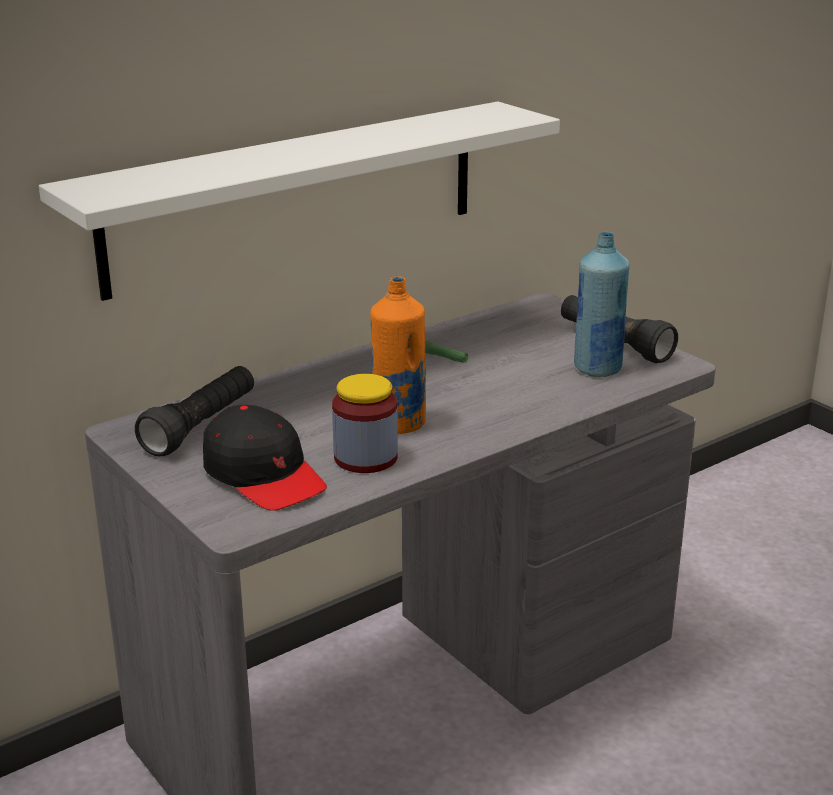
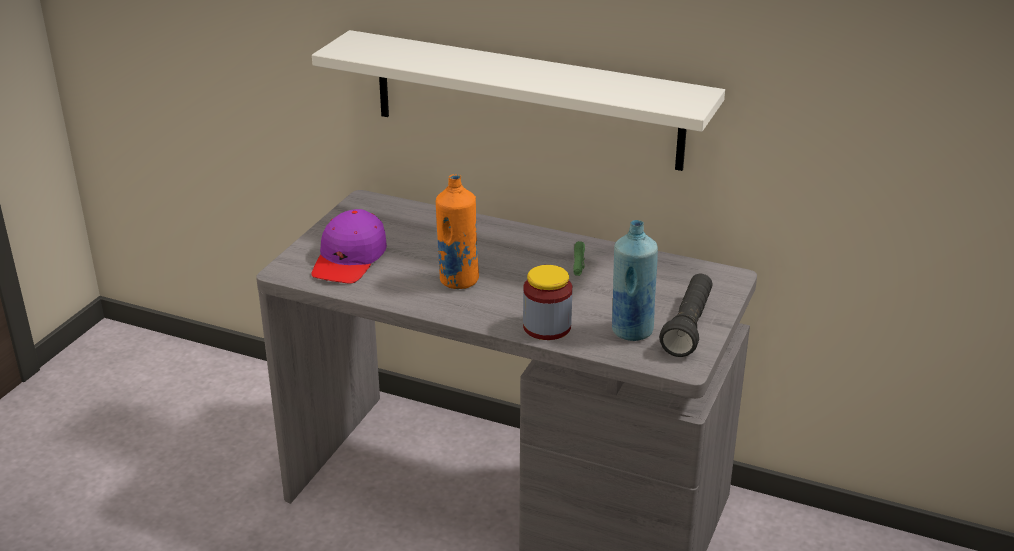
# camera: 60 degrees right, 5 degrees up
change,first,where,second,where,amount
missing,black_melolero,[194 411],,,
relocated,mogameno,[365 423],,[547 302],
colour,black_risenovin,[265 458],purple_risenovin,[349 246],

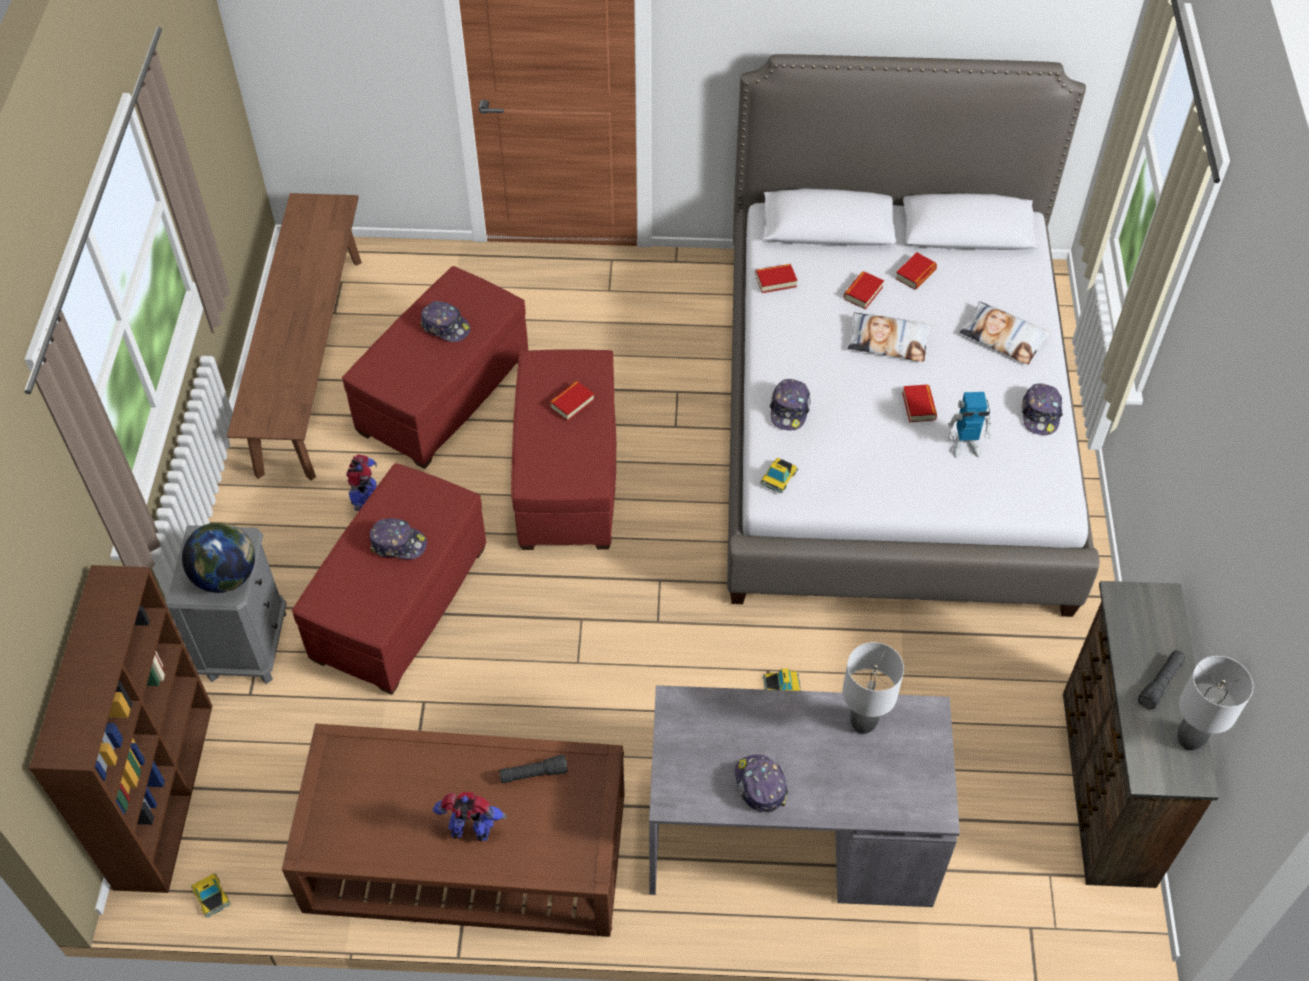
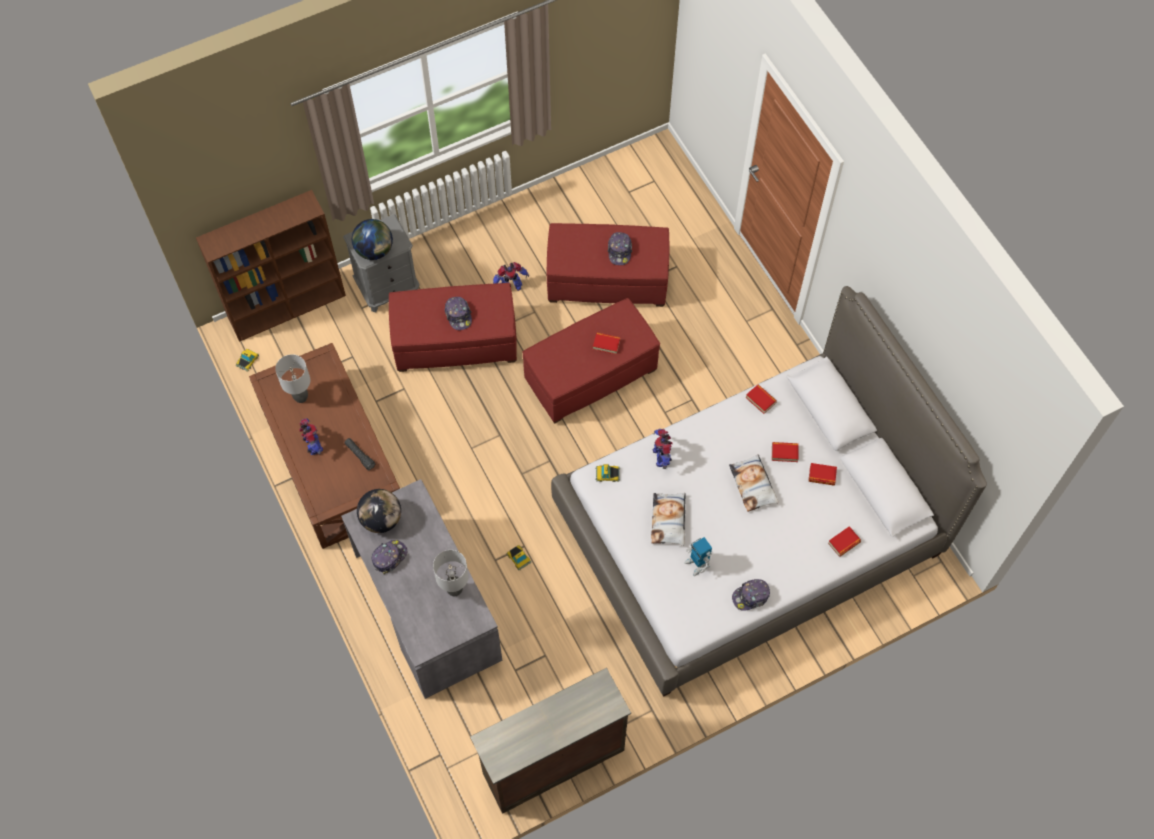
# camera: 60 degrees right, 10 degrees up
change,first,where,second,where,amount
missing,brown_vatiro,[294 337],,,
relocated,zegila,[1005 333],,[668 519],
exchanged,risenovin,[790 404],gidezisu,[662 449],
relocated,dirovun,[919 403],,[844 541],
missing,black_melolero,[1162 679],,,
relocated,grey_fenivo,[1215 703],,[292 378],
appeared,,,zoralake,[379 511],

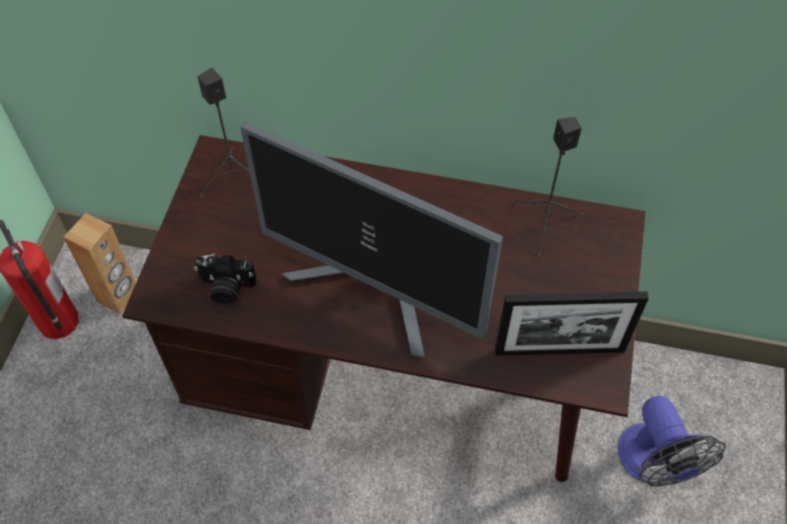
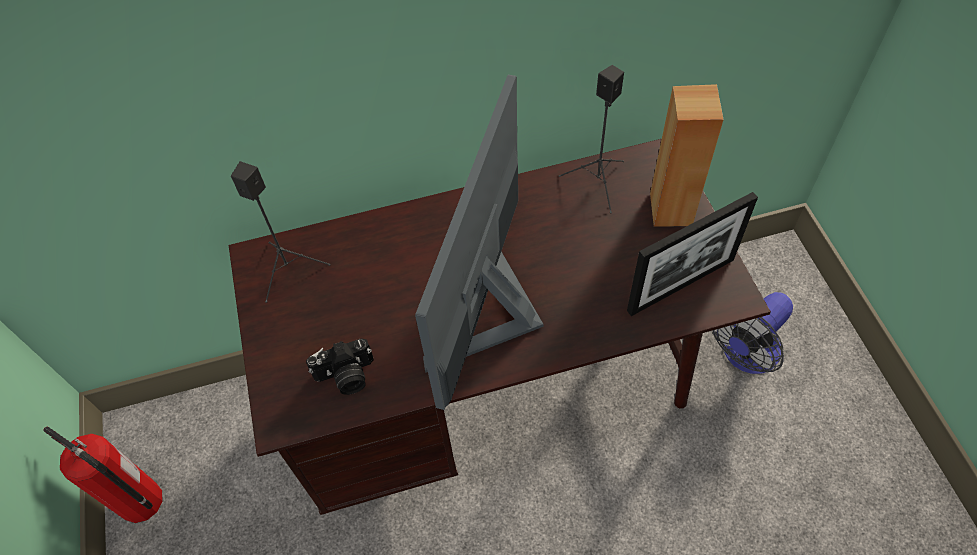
# camera: 25 degrees left, 0 degrees up
change,first,where,second,where,amount
spun,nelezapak,[371 240],,[479 242],105 degrees clockwise
relocated,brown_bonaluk,[99 263],,[687 155],
spun,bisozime,[672 441],,[752 333],90 degrees clockwise

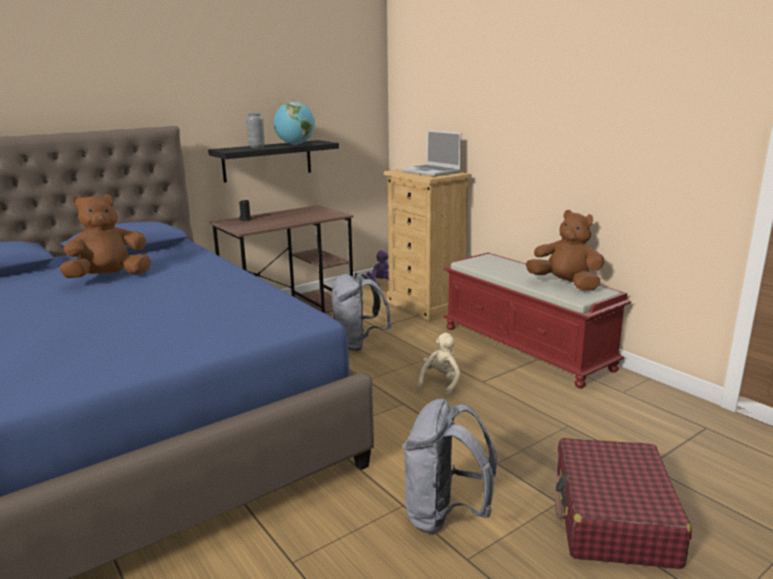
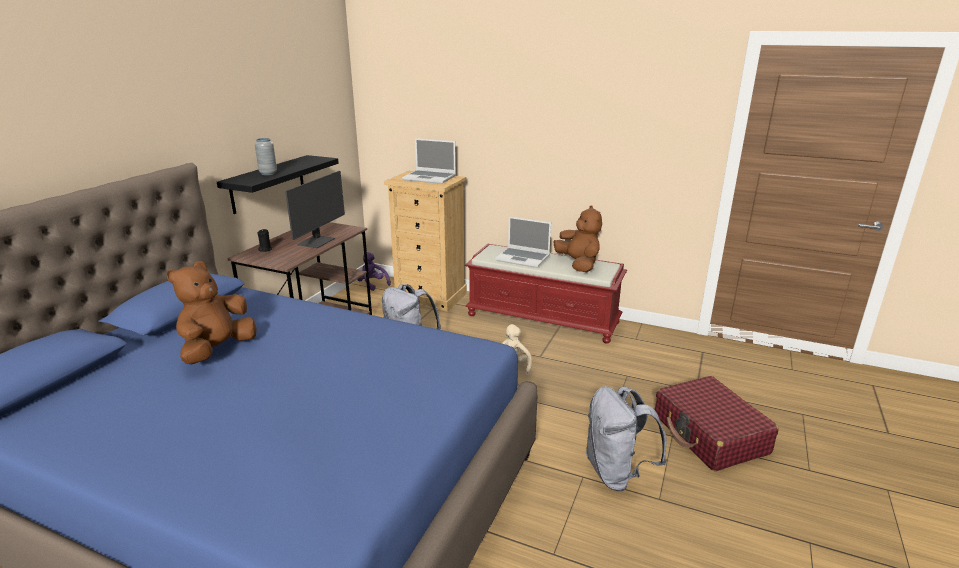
# camera: 30 degrees left, 5 degrees up
change,first,where,second,where,amount
missing,zoralake,[294 123],,,
spun,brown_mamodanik,[565 250],,[577 239],60 degrees clockwise
appeared,,,nelezapak,[315 209],
appeared,,,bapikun,[523 242],

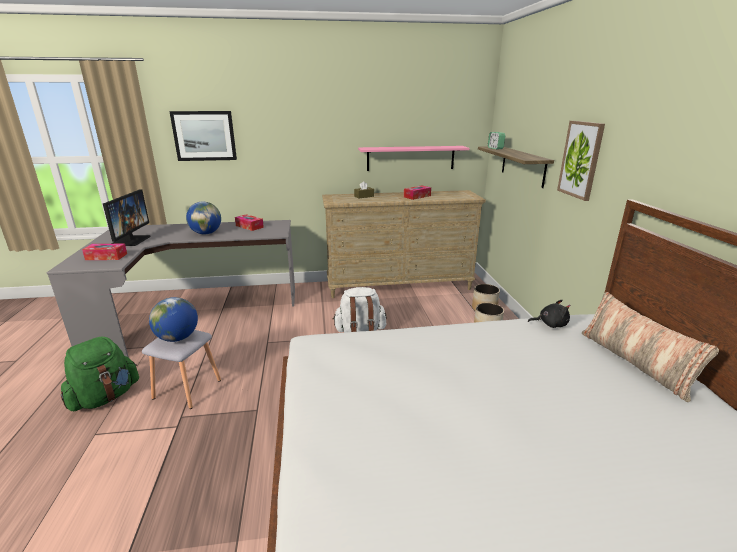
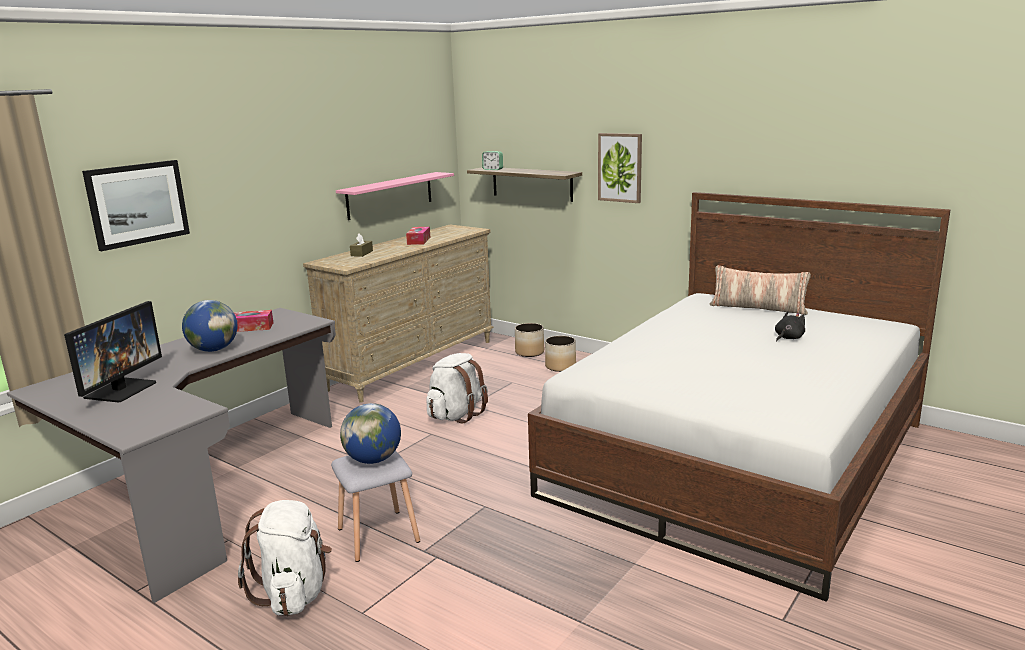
# camera: 45 degrees left, 5 degrees down
change,first,where,second,where,amount
spun,nelezapak,[127 217],,[113 352],60 degrees clockwise
missing,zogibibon,[104 252],,,
relocated,black_mamodanik,[549 314],,[790 326],
colour,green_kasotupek,[100 374],white_kasotupek,[285 558],

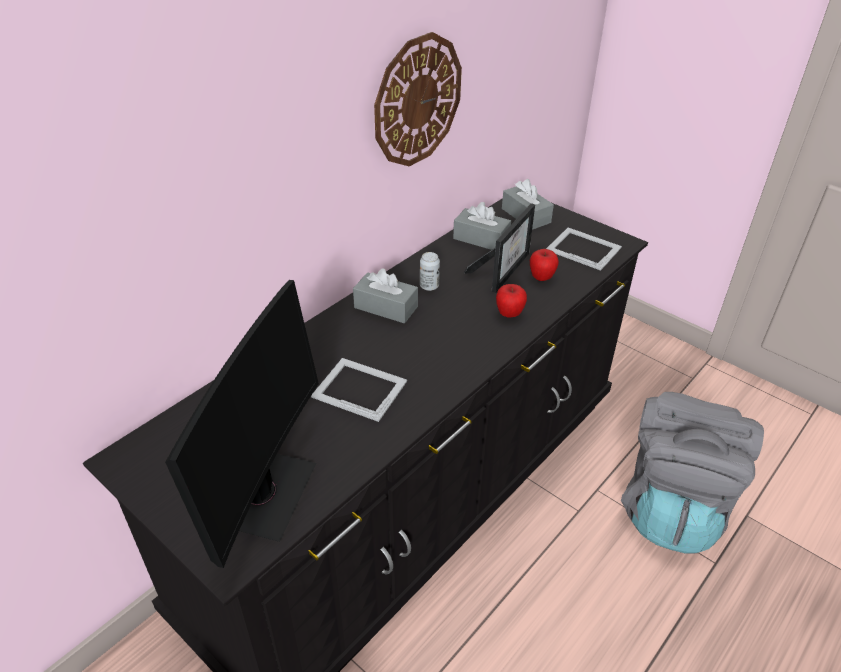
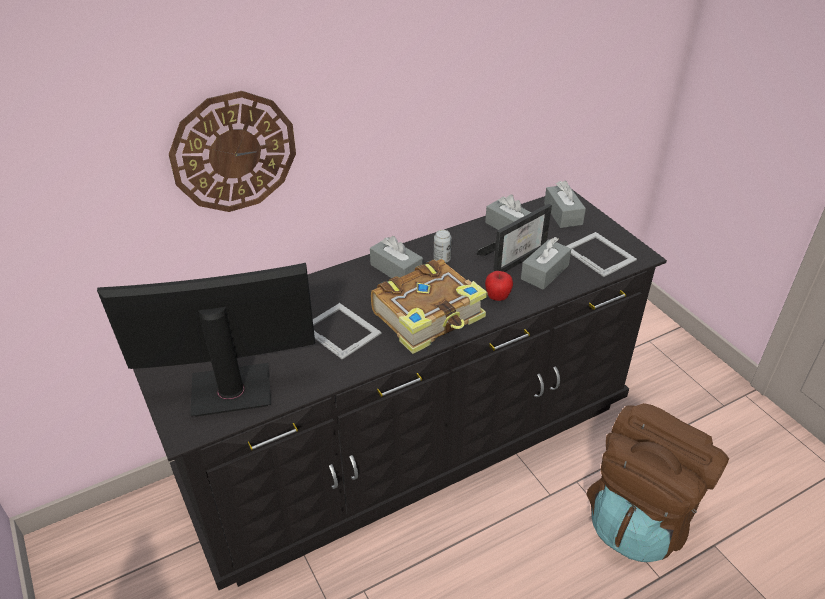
# camera: 20 degrees right, 0 degrees up
change,first,where,second,where,amount
relocated,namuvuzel,[418 99],,[232 151],
exchanged,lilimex,[544 265],grey_zogibibon,[546 263],
spun,nelezapak,[242 424],,[206 340],135 degrees counterclockwise
colour,grey_kasotupek,[692 473],brown_kasotupek,[658 482],
appeared,,,dirovun,[429 306],

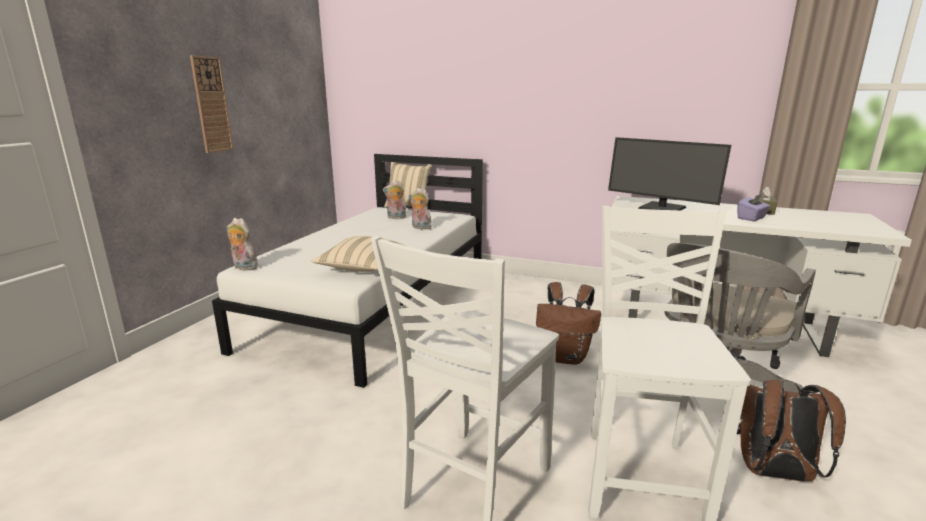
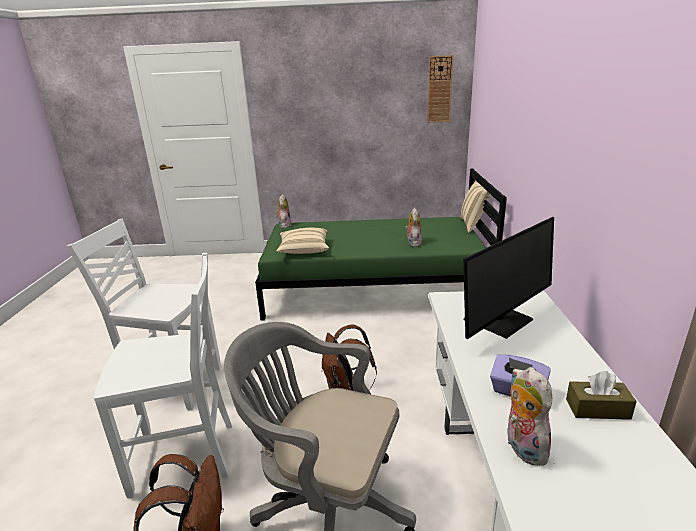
# camera: 70 degrees right, 5 degrees up
change,first,where,second,where,amount
relocated,namuvuzel,[211 104],,[440 89],
spun,nelezapak,[669 173],,[508 278],150 degrees counterclockwise
colour,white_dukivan,[347 271],green_dukivan,[381 244],
relocated,mamodanik,[395 200],,[529 416],

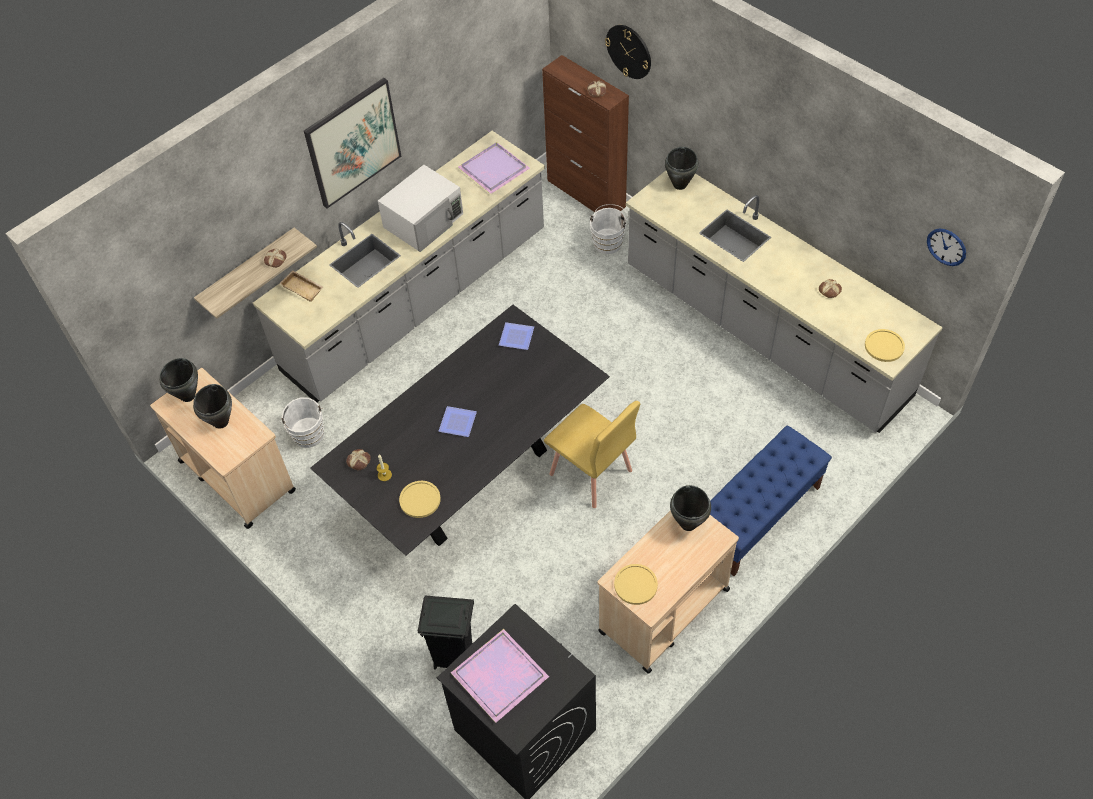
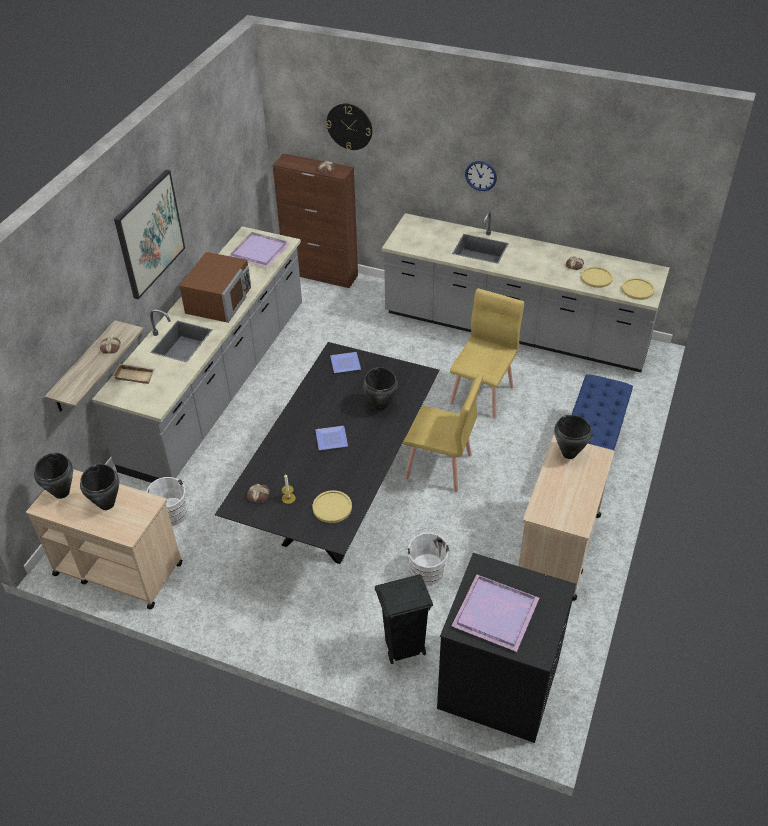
# camera: 25 degrees left, 10 degrees down
change,first,where,second,where,amount
relocated,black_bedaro,[682 168],,[380 389],
colour,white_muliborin,[420 208],brown_muliborin,[215 287],
relocated,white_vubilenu,[609 229],,[428 556],
relocated,namuvuzel,[946 247],,[481 176],
relocated,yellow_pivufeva,[636 584],,[597 277],
appeared,,,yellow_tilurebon,[487 353],

